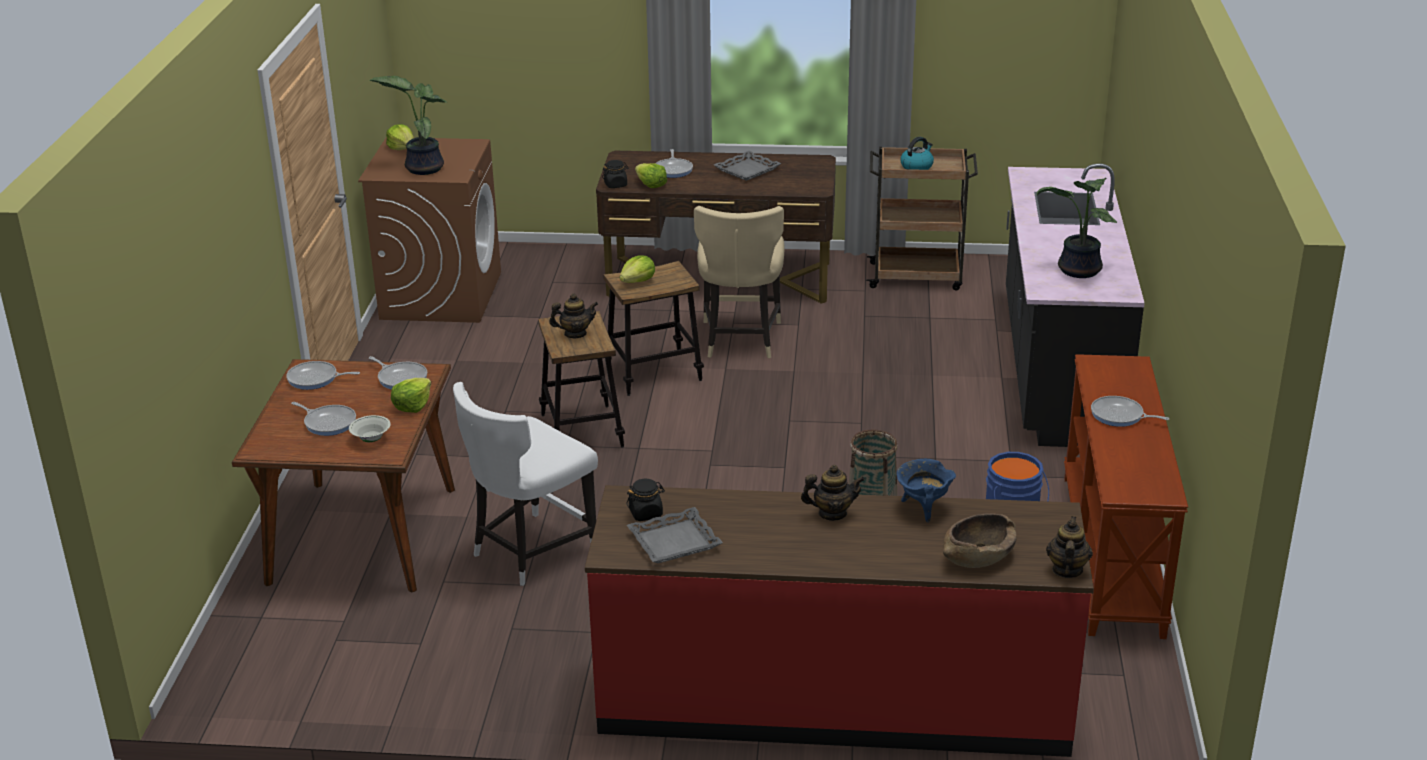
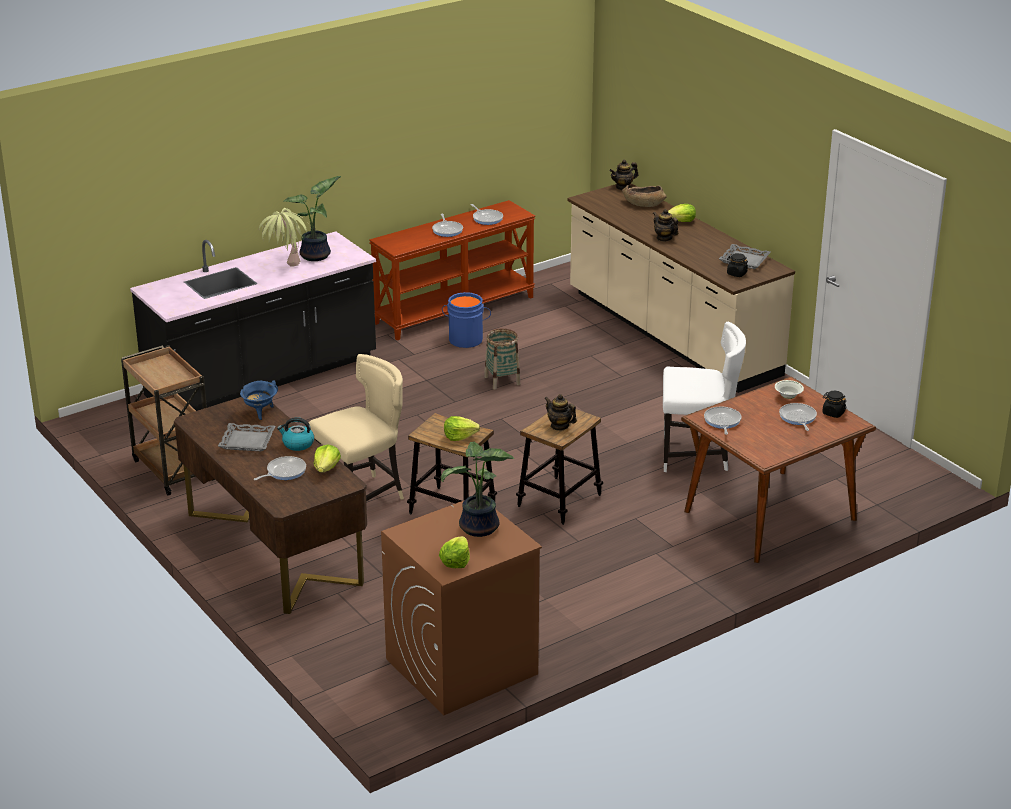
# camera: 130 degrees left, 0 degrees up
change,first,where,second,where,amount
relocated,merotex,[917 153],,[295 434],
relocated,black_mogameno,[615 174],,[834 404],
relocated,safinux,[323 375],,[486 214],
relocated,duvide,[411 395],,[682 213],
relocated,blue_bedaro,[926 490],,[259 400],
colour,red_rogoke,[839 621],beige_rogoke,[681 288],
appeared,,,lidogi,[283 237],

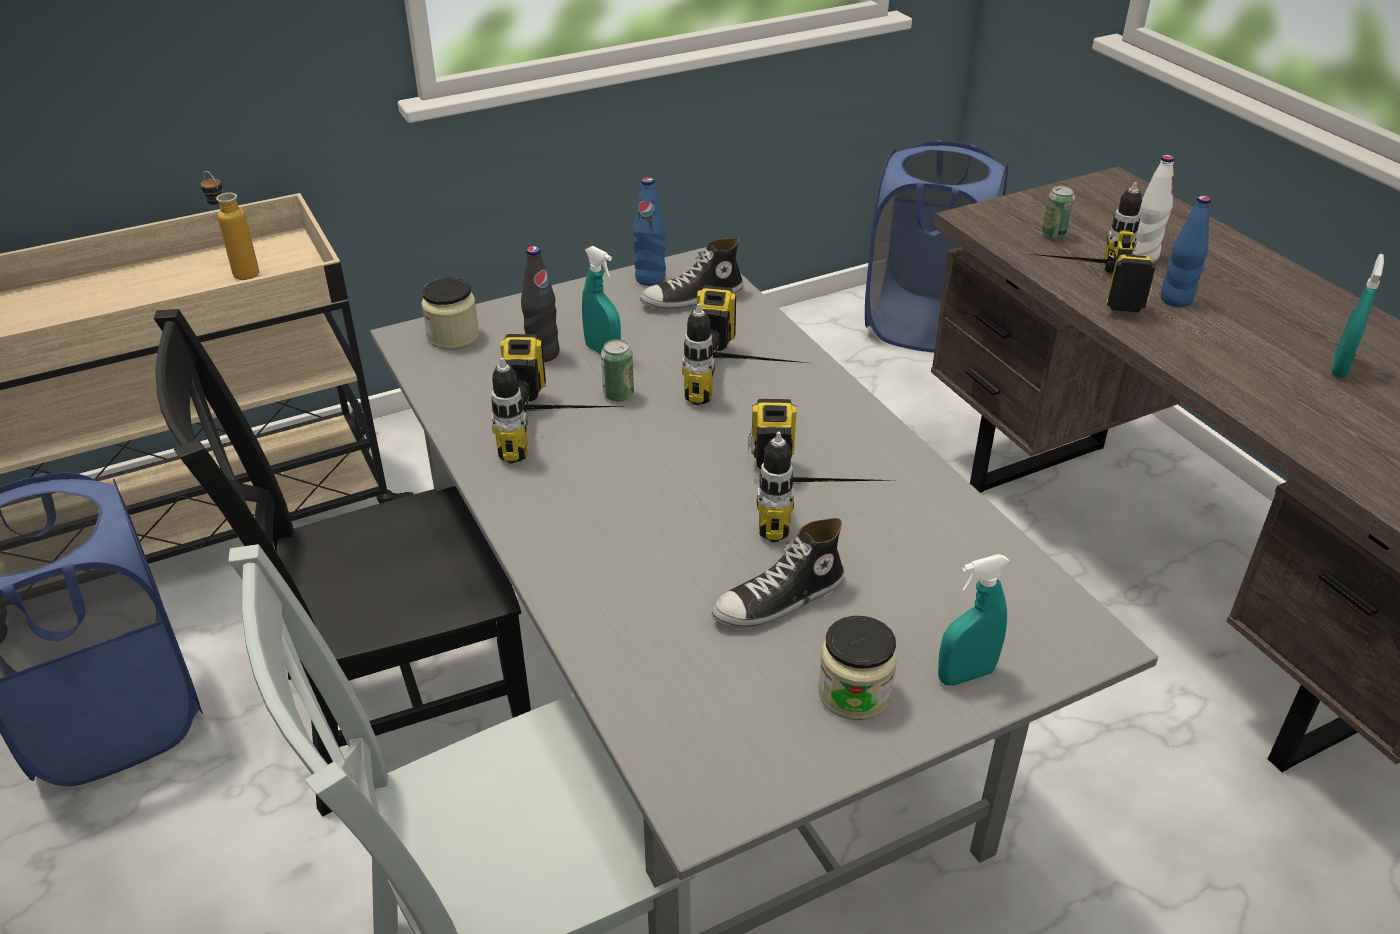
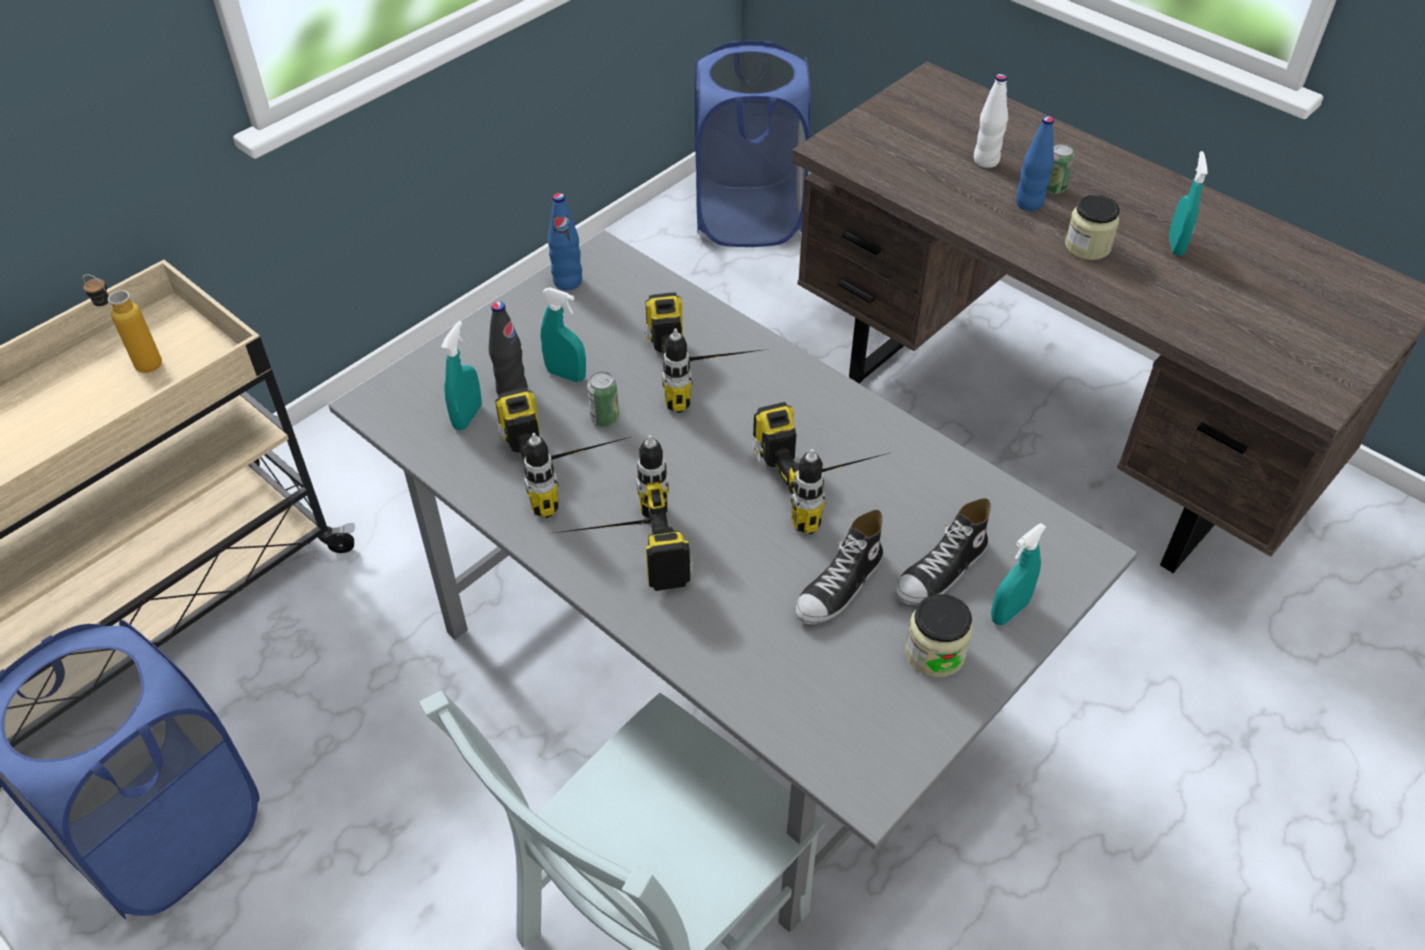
# camera: 20 degrees left, 10 degrees up
change,first,where,second,where,amount
relocated,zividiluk,[1093 247],,[624 513],
relocated,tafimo,[1058 213],,[1060 169],
relocated,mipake,[691 273],,[943 551],
relocated,mogameno,[450 313],,[1092 227],
missing,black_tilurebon,[342 563],,,
appeared,,,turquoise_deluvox,[461 375],

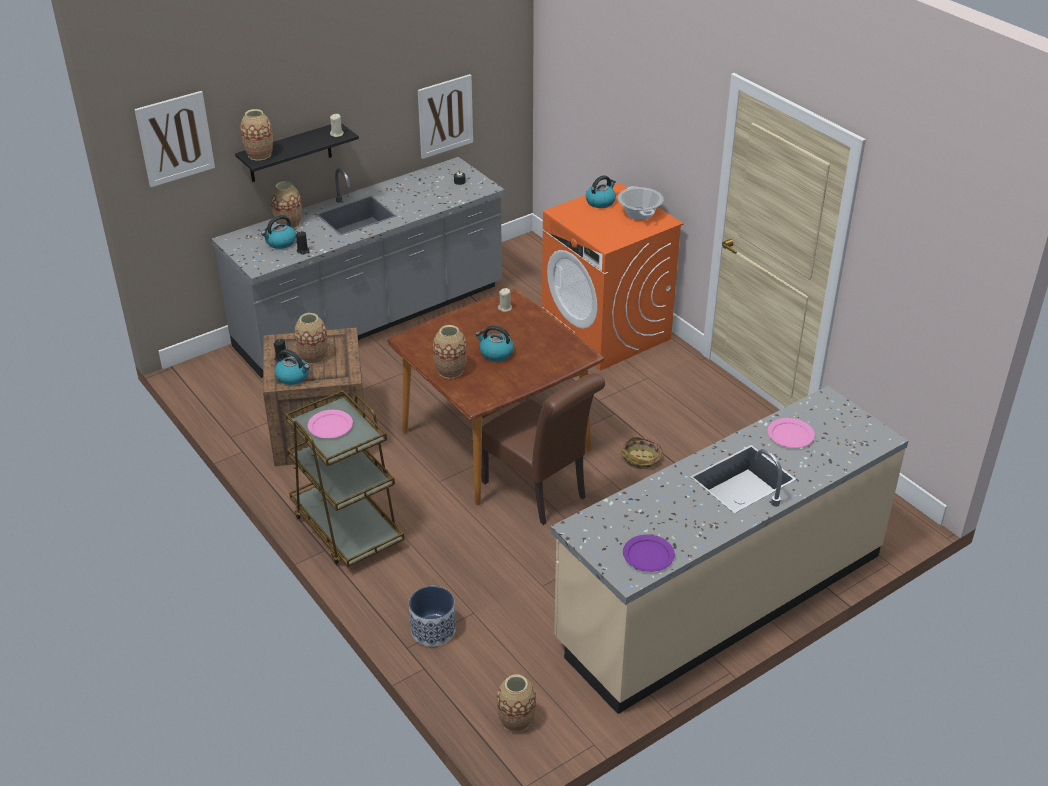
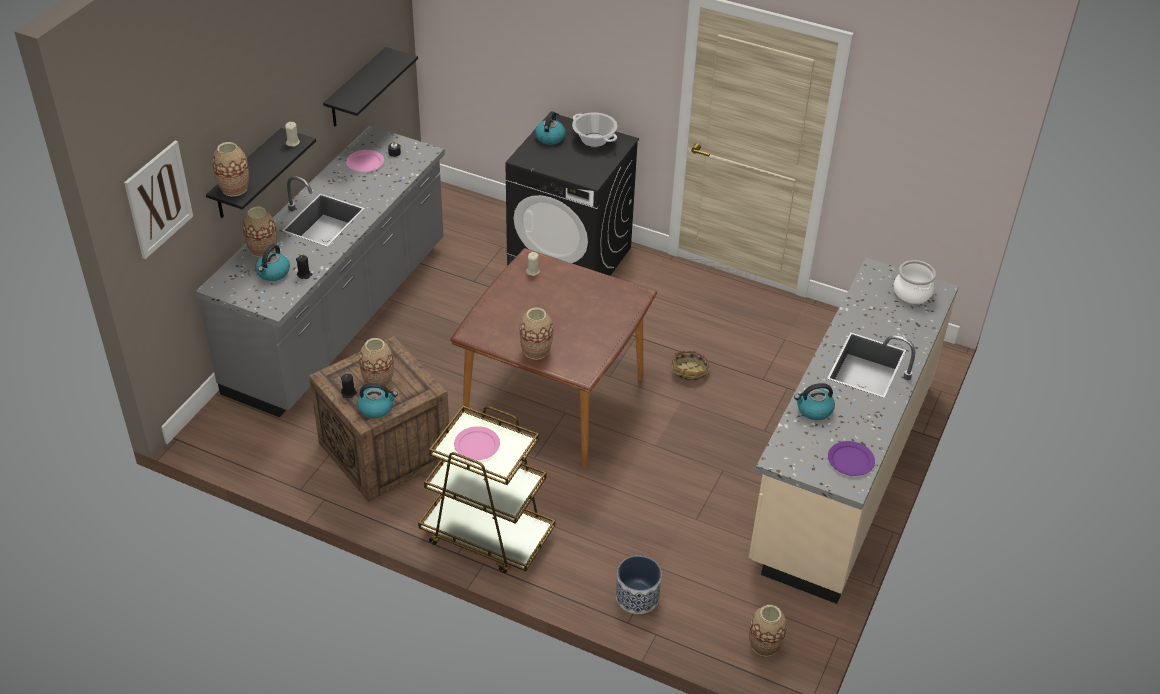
# camera: 30 degrees left, 5 degrees up
change,first,where,second,where,amount
exchanged,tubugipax,[445 116],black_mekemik,[370 87],
colour,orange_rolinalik,[612 277],black_rolinalik,[572 195],
relocated,merotex,[495 343],,[814 401],
missing,brown_tilurebon,[543 449],,,
relocated,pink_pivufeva,[791 433],,[365 161],
appeared,,,bedaro,[915 282],

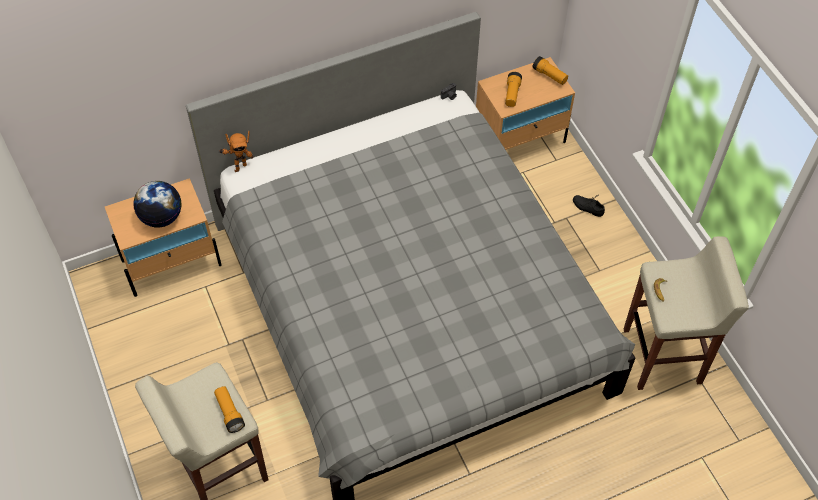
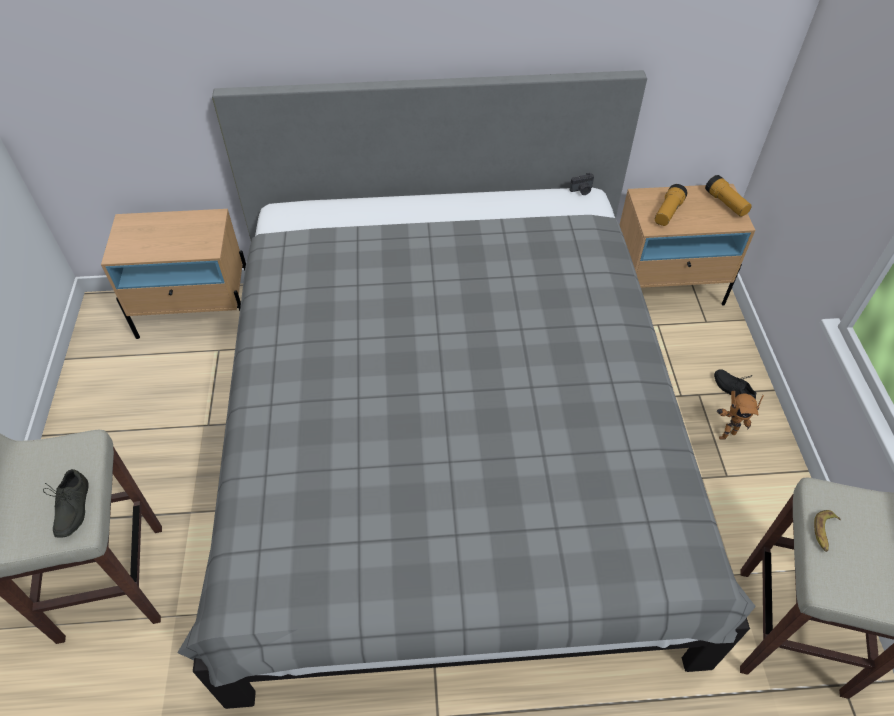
# camera: 20 degrees right, 5 degrees down
change,first,where,second,where,amount
relocated,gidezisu,[236 151],,[740 415],
missing,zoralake,[157 204],,,
exchanged,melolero,[229 409],grey_mipake,[66 503],

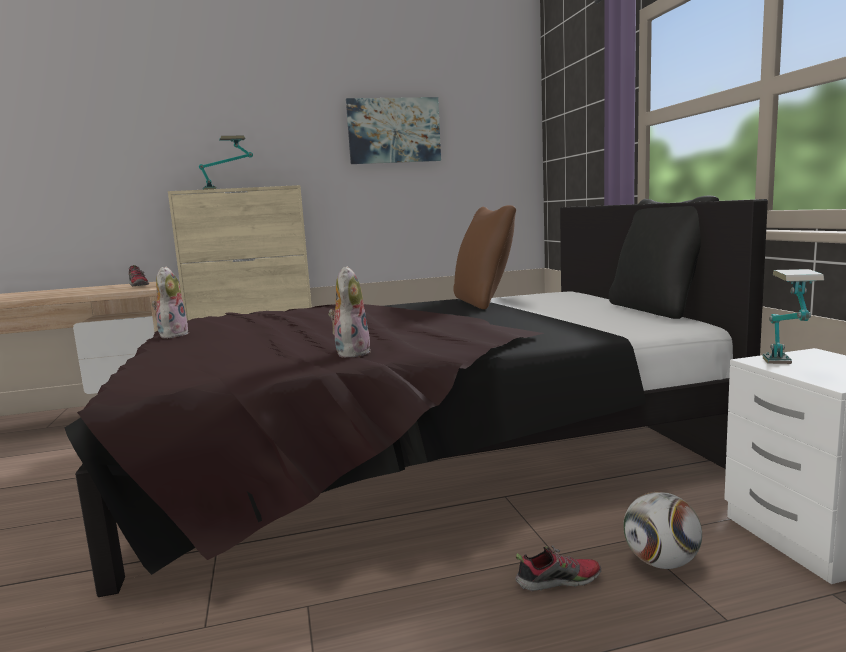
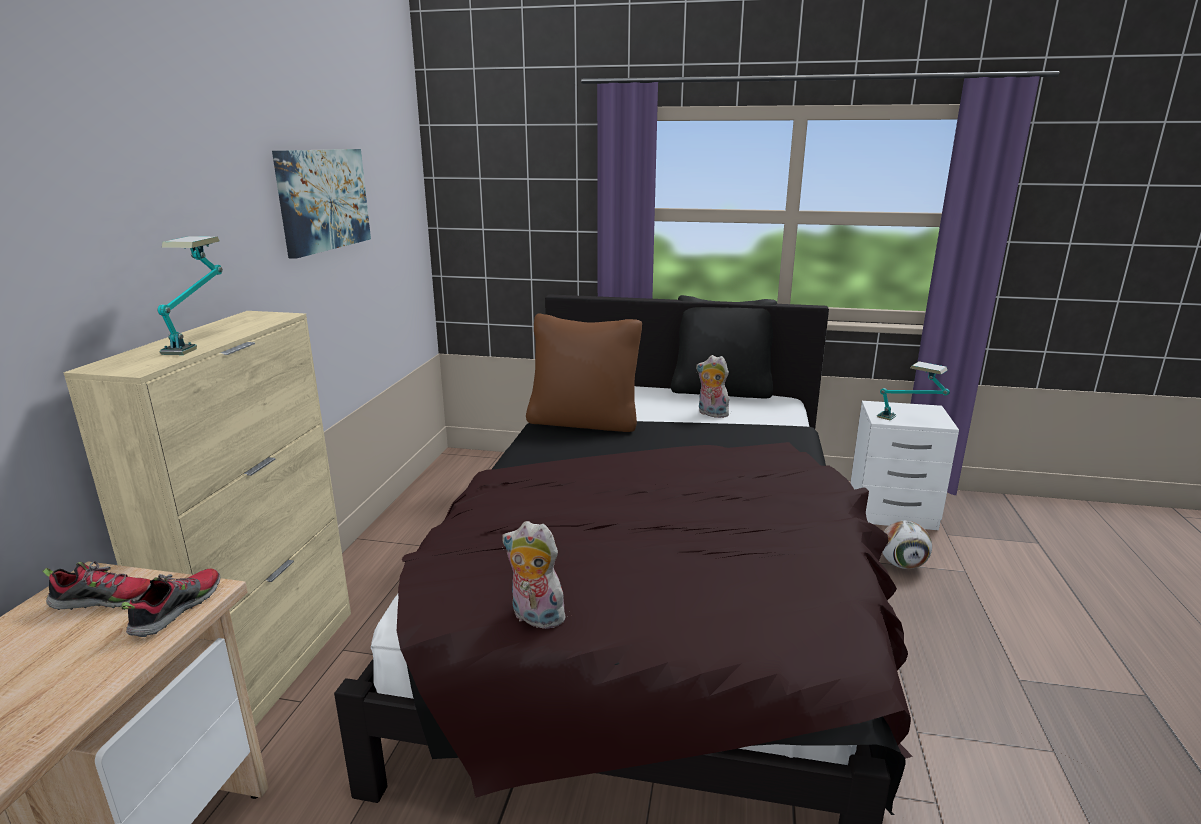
# camera: 65 degrees left, 10 degrees up
change,first,where,second,where,amount
relocated,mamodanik,[349 311],,[712 386],
relocated,mipake,[558 568],,[171 603],

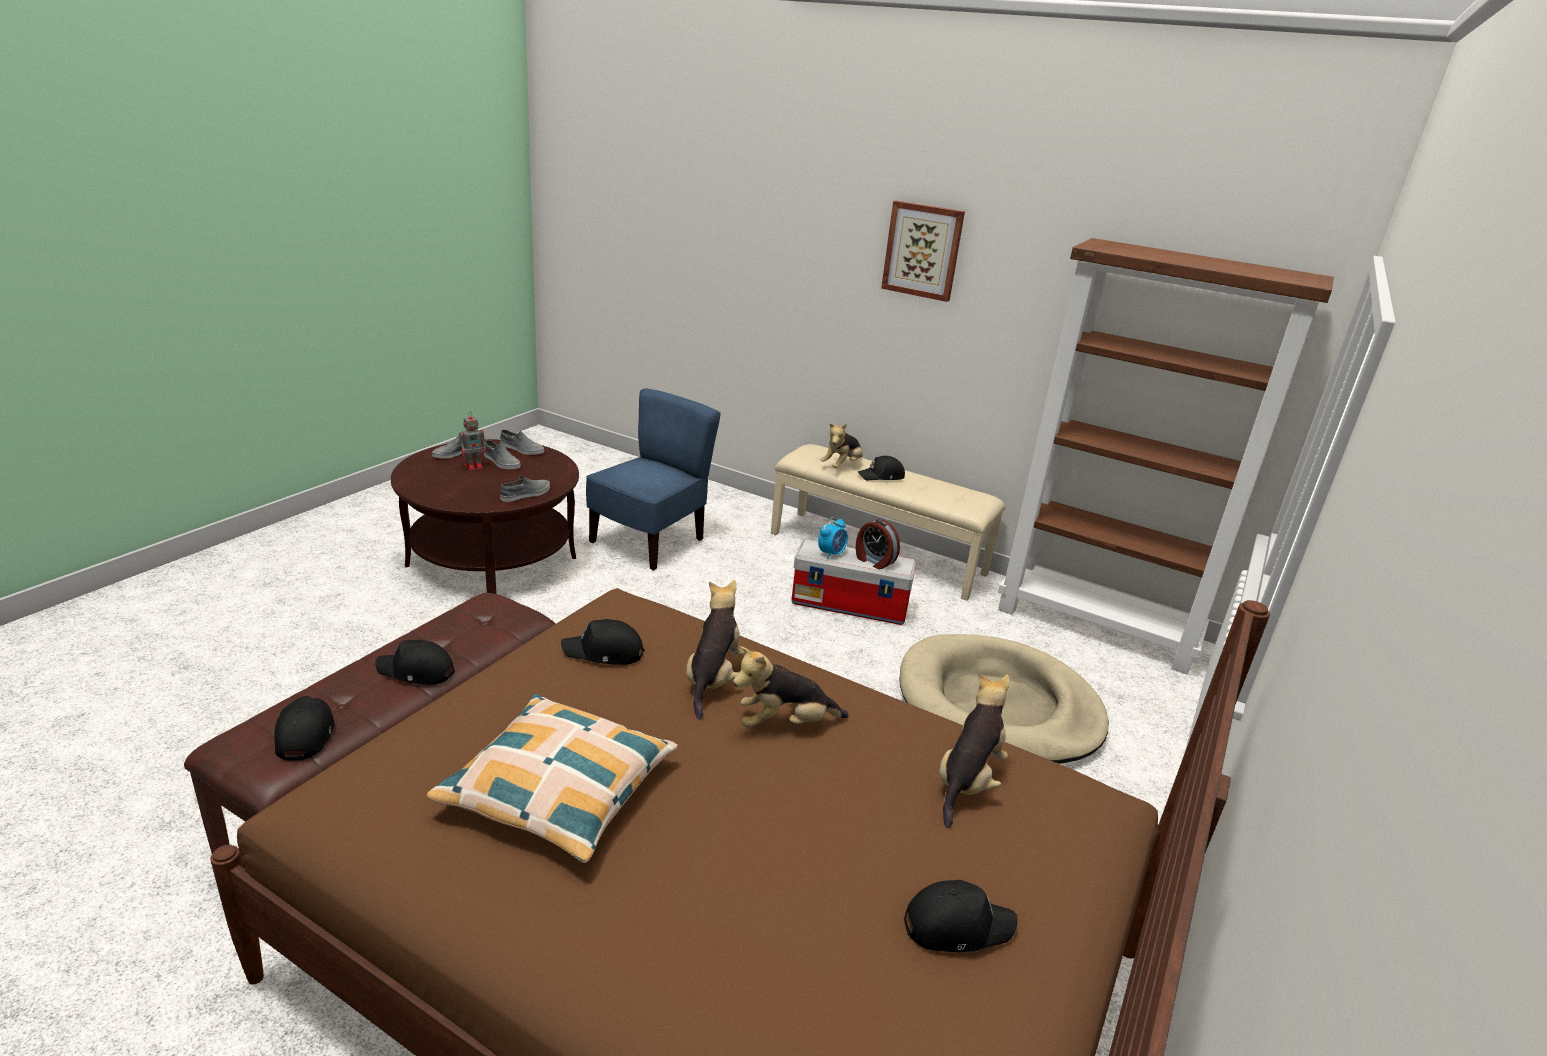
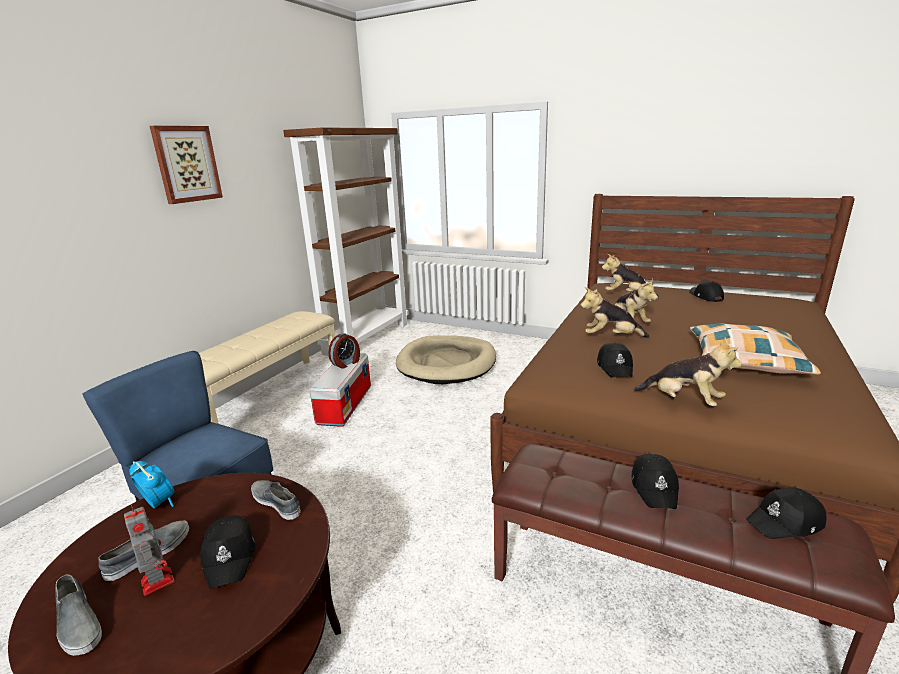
# camera: 90 degrees left, 5 degrees down
change,first,where,second,where,amount
relocated,mamodanik,[841 445],,[688 372],
missing,grey_mipake,[522 442],,,
relocated,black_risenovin,[881 468],,[227 552],
relocated,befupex,[833 538],,[152 485],

